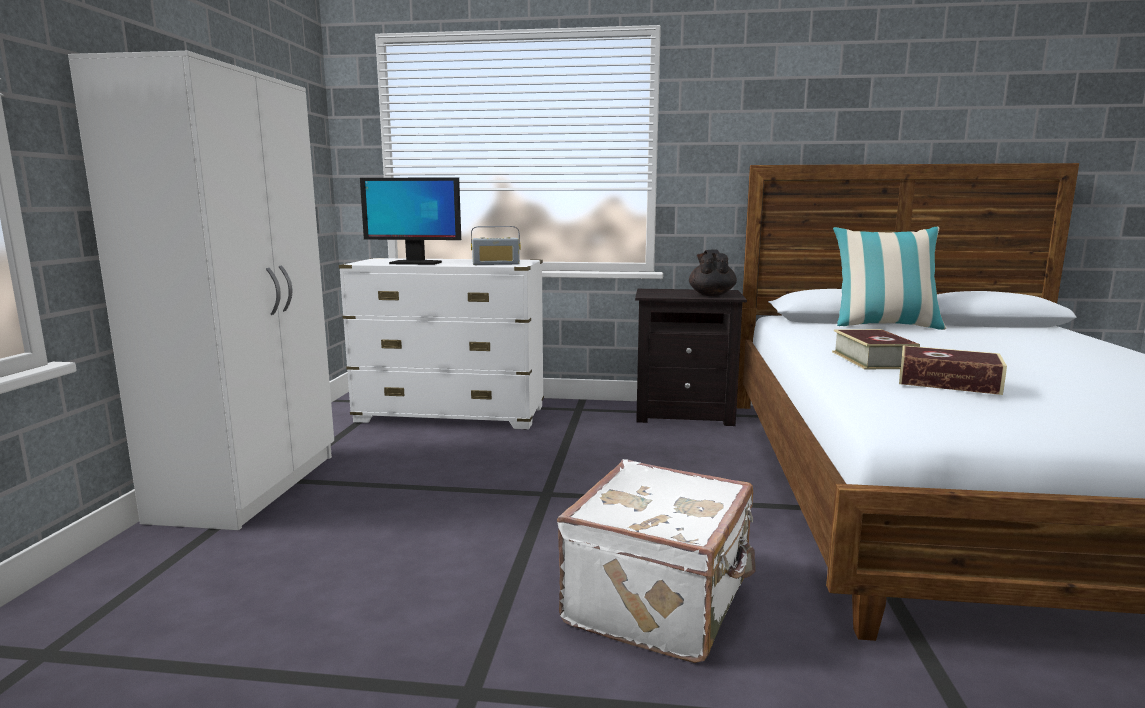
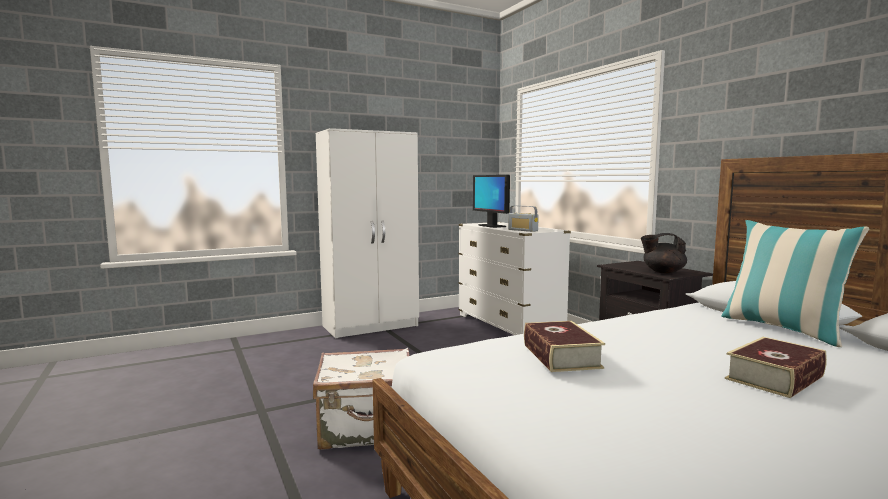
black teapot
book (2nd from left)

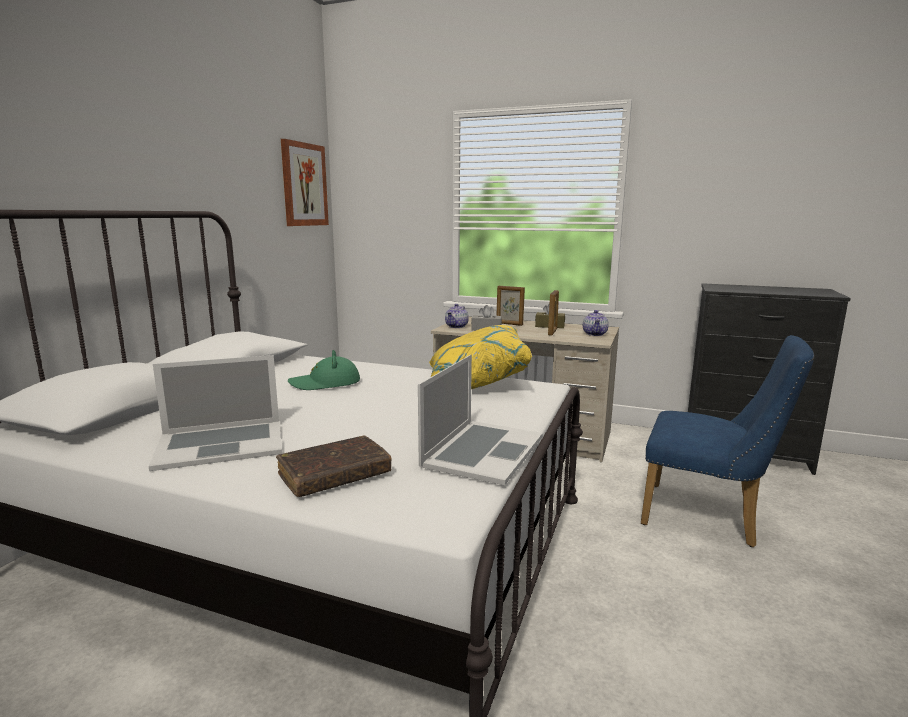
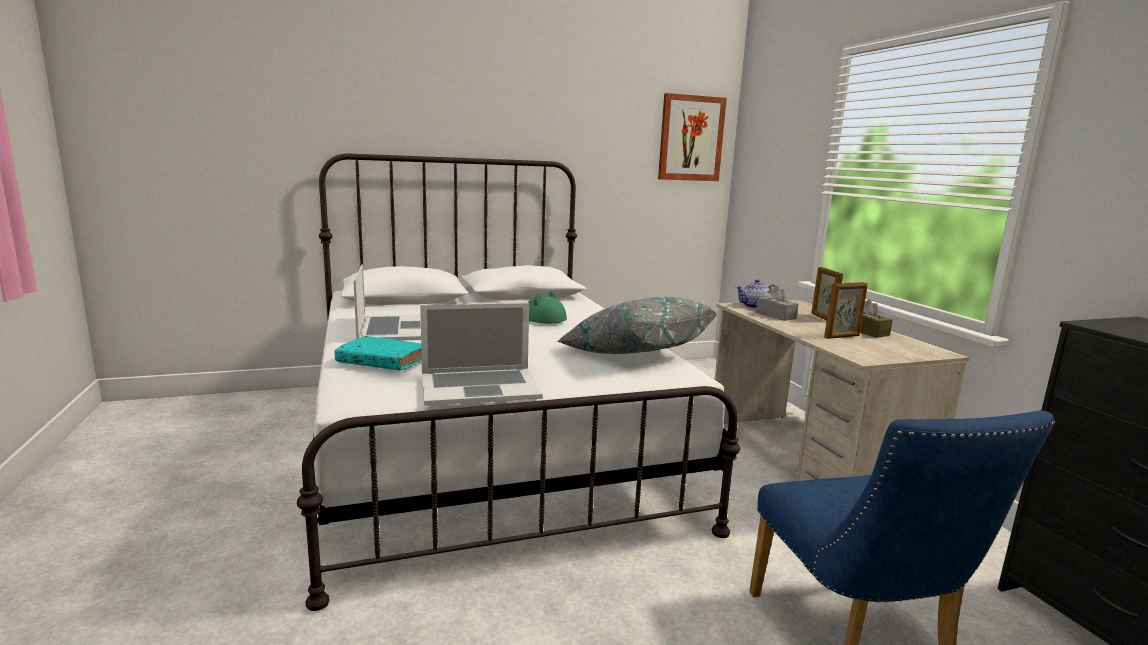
laptop (1st from left)
turquoise book
grey pillow
teapot (2nd from left in the first image)

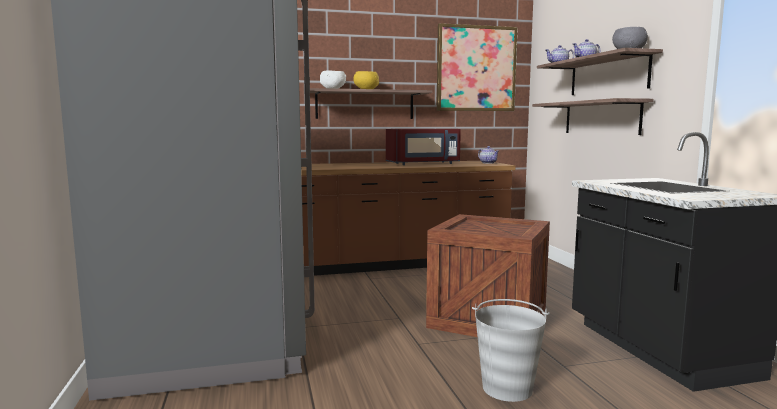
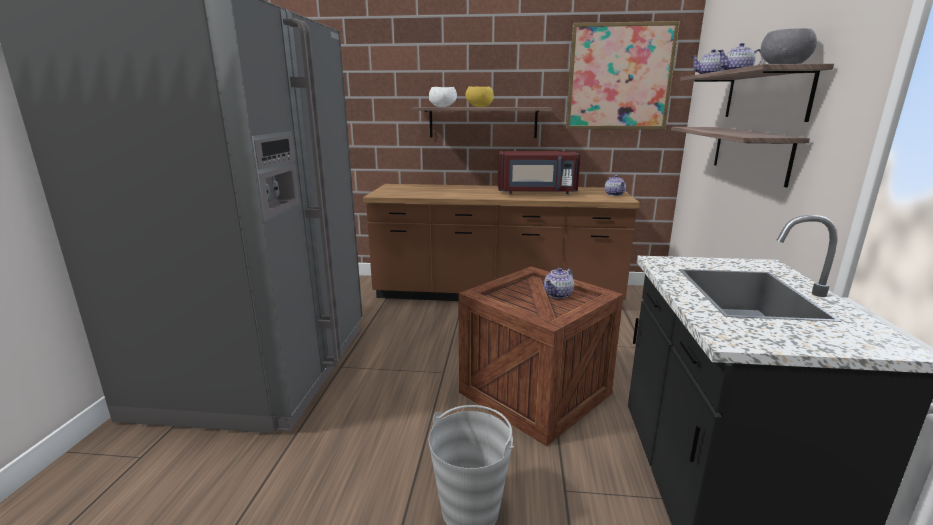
teapot (1st from left)

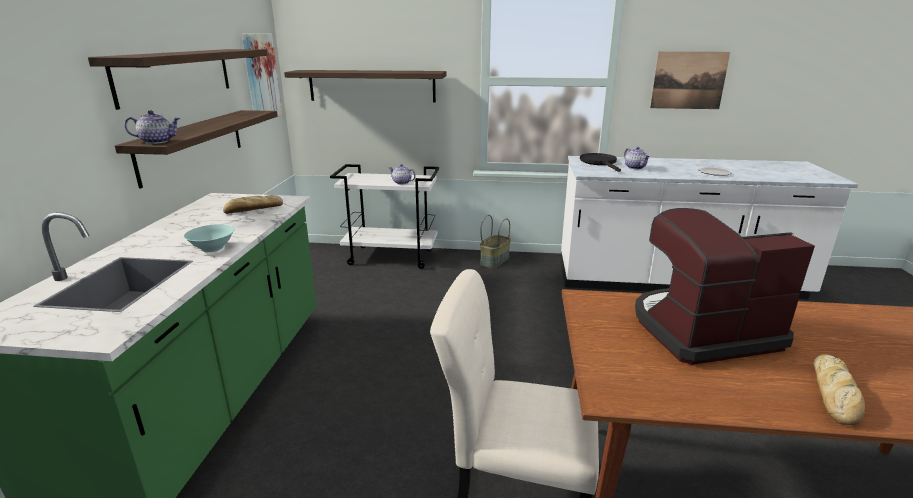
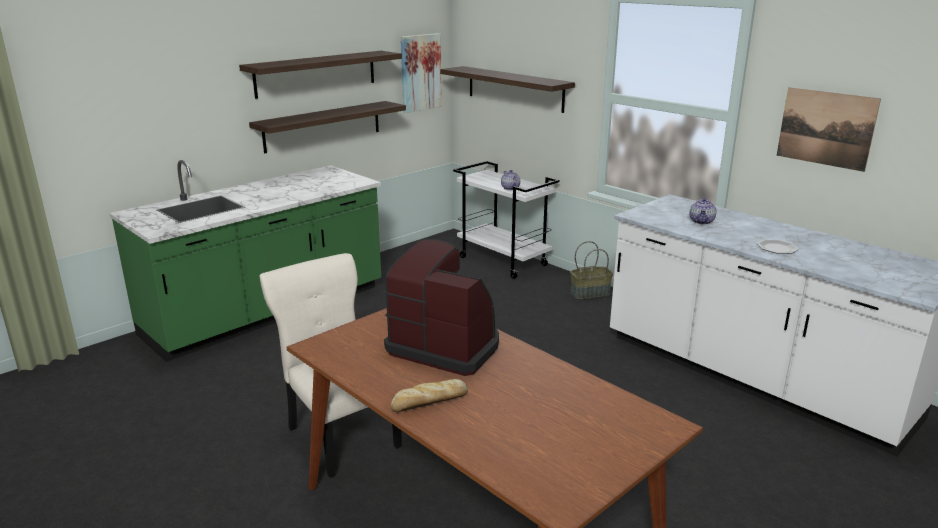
teapot (1st from left in the first image)
turquoise bowl
bread (1st from left in the first image)
black frying pan

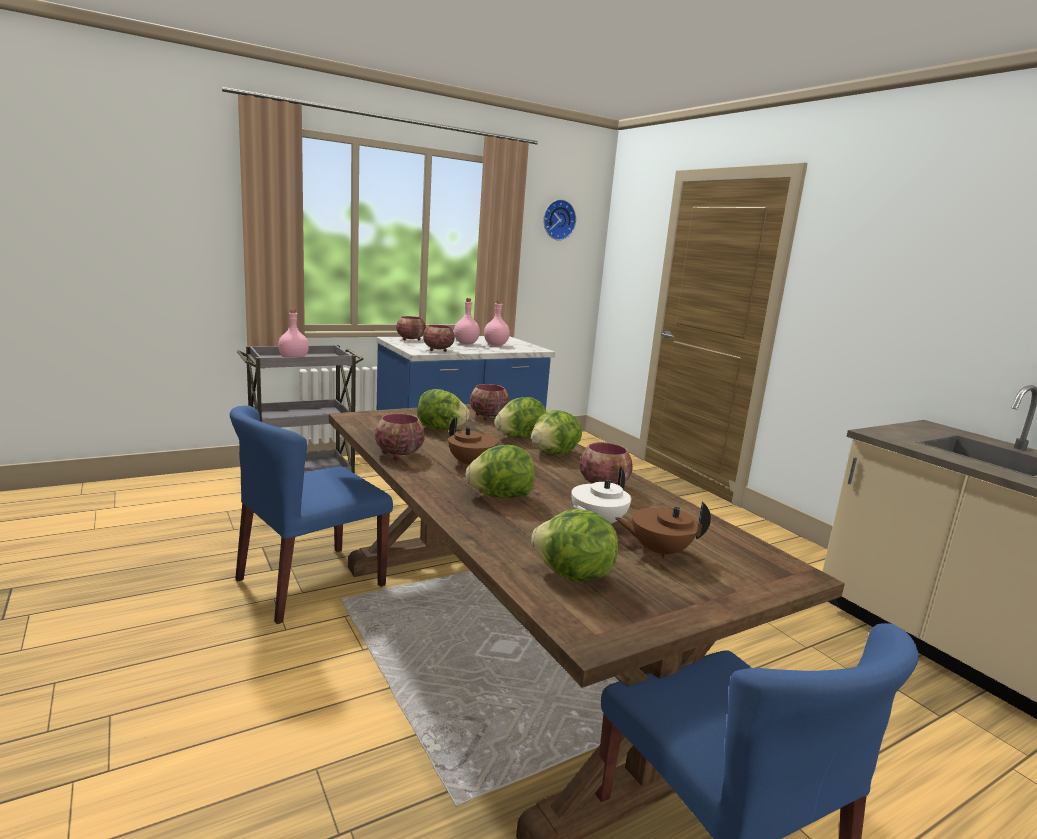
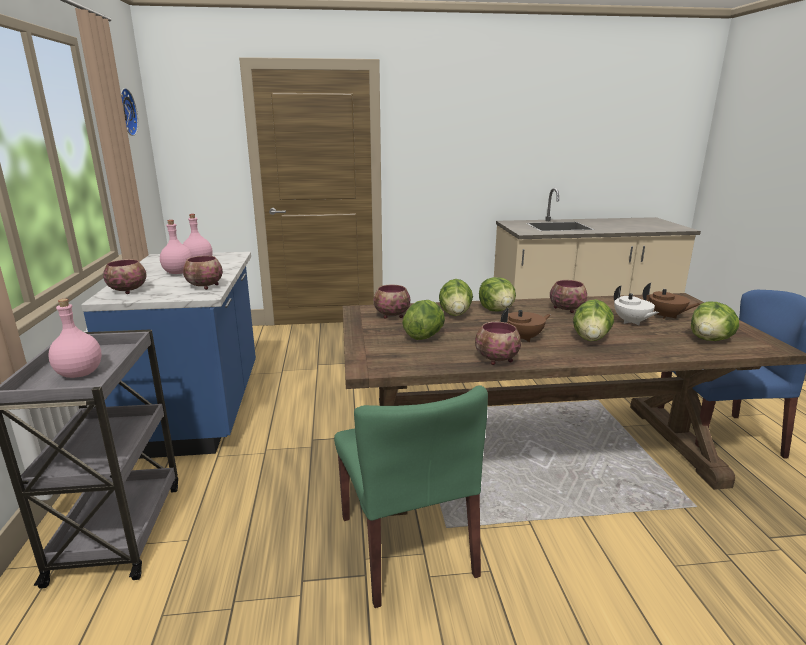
green chair
brown teapot (2nd from left)

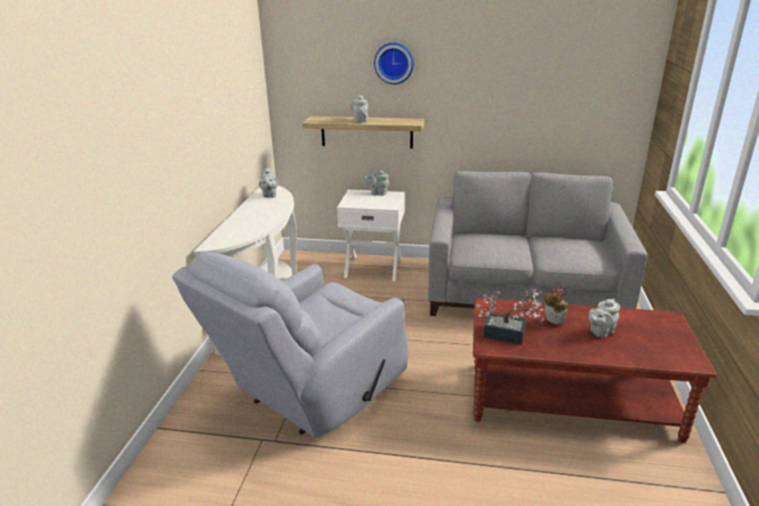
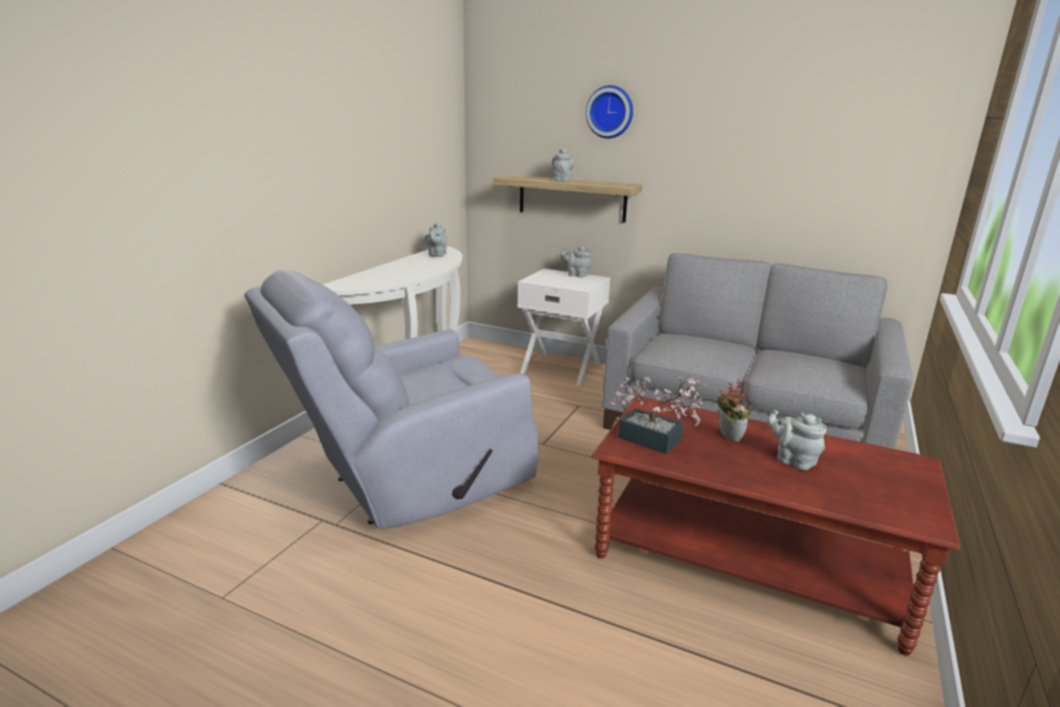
grey teapot (4th from left)

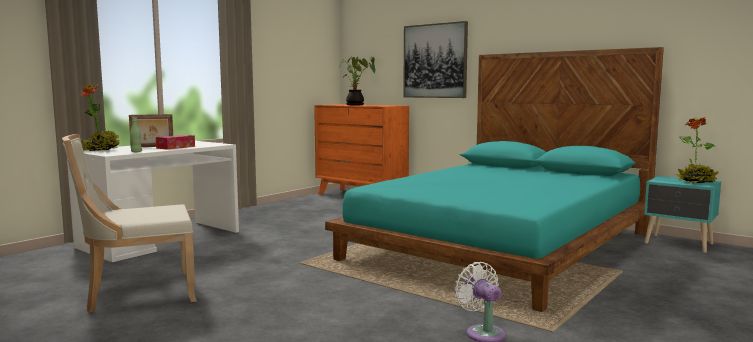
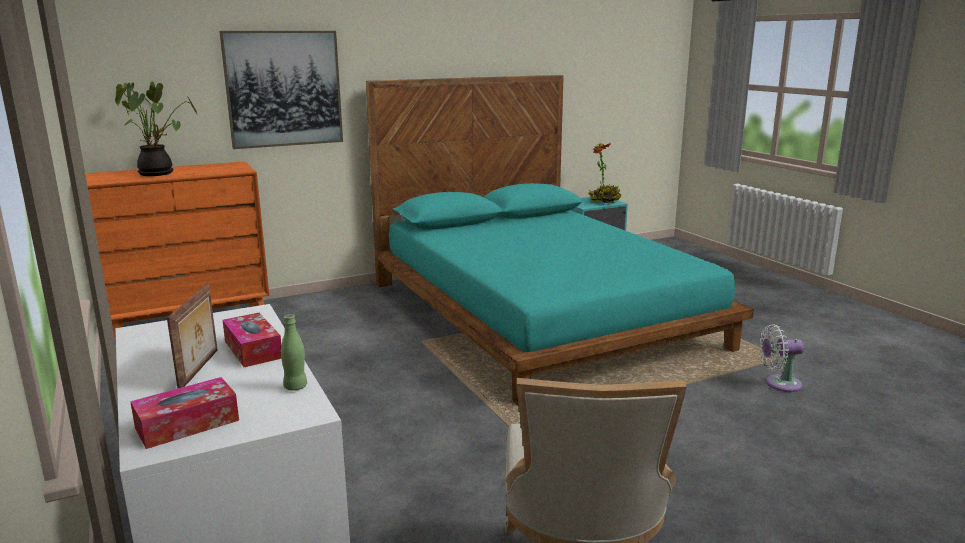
tissue box (1st from left)

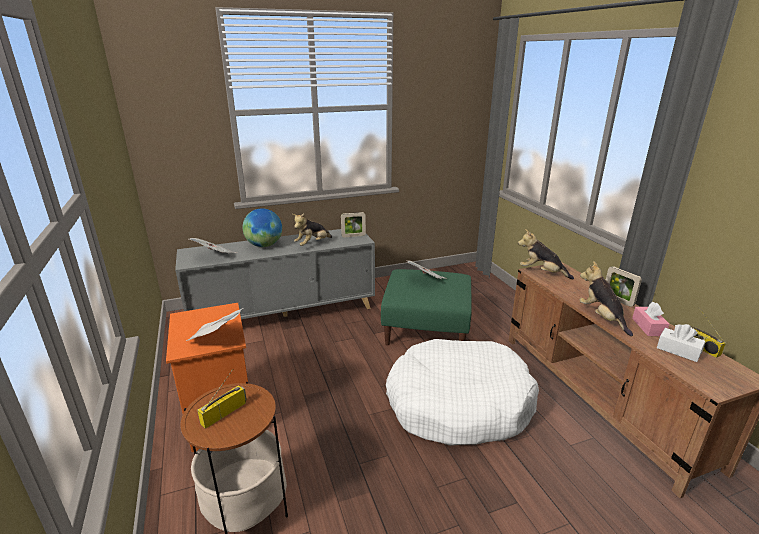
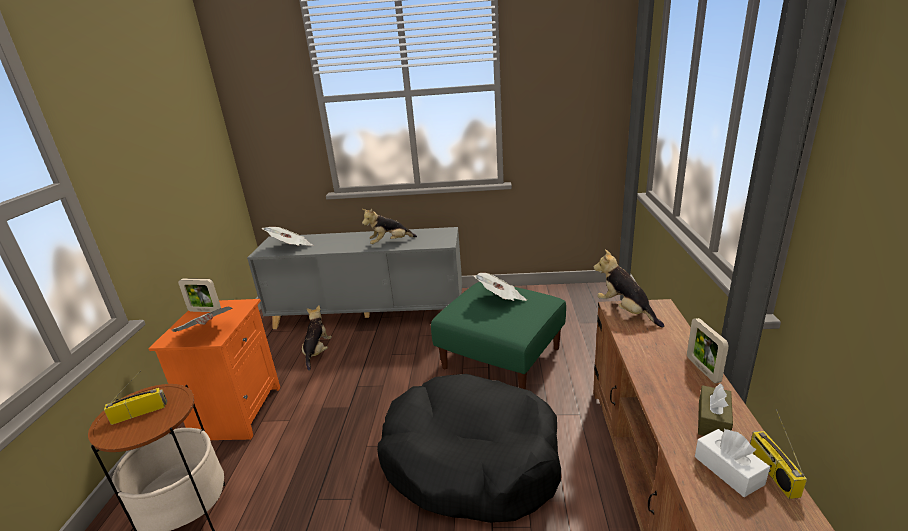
globe
picture frame (1st from left)
black dog bed
plush toy (1st from left)
brown tissue box

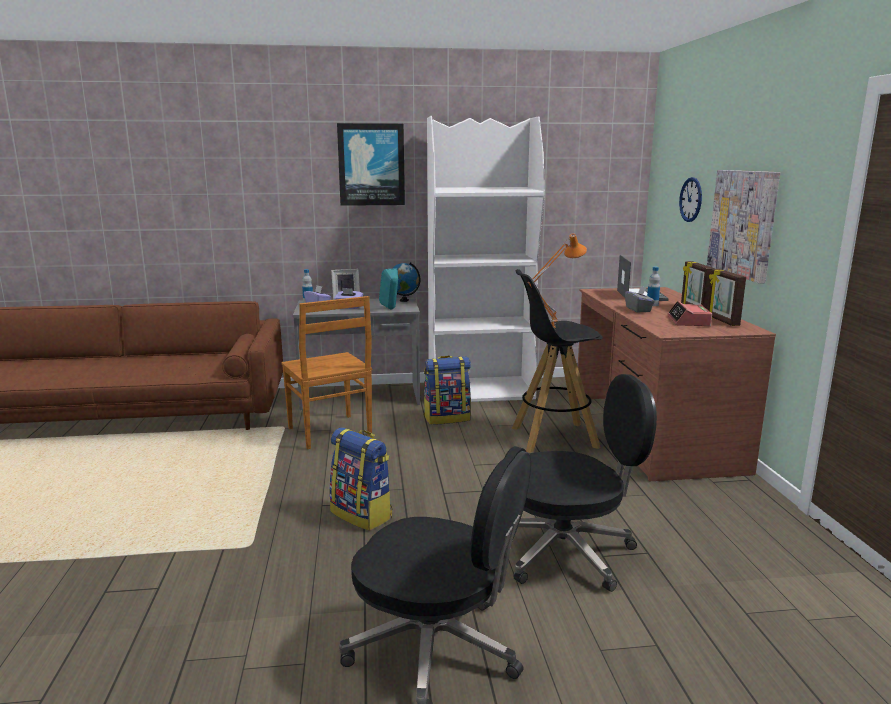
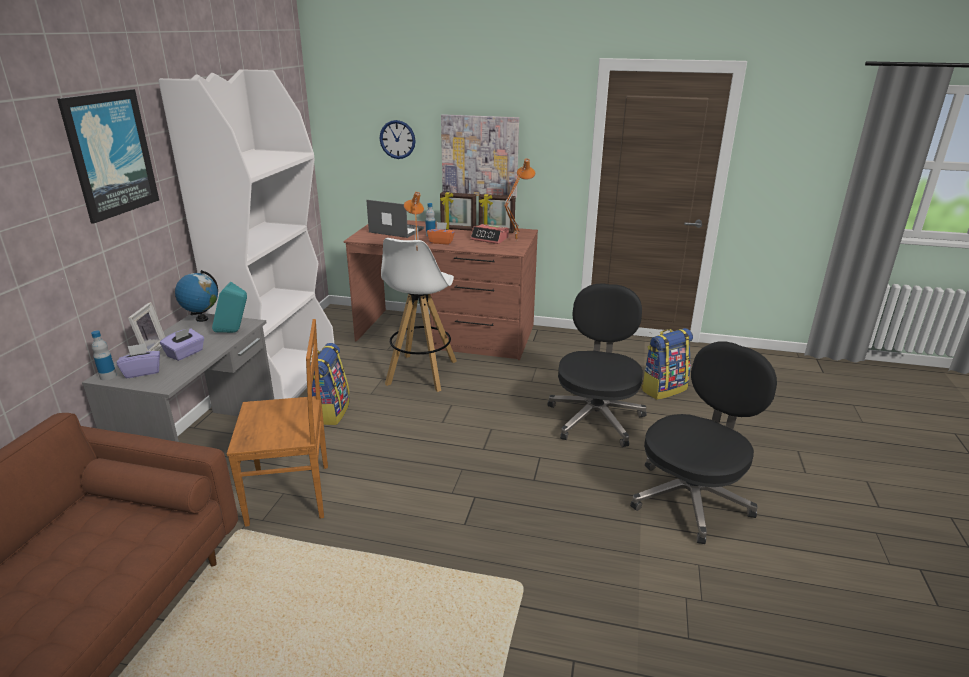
backpack (2nd from left)
white stool
orange tissue box
orange table lamp (2nd from left)

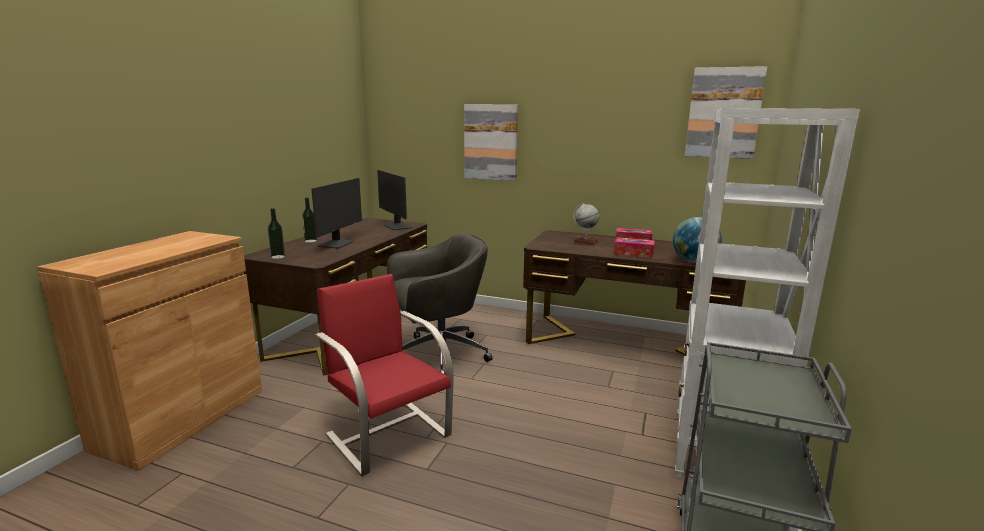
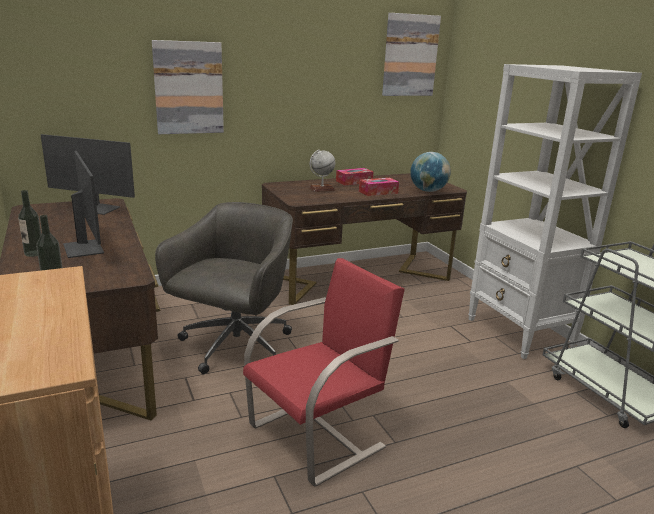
red chair

